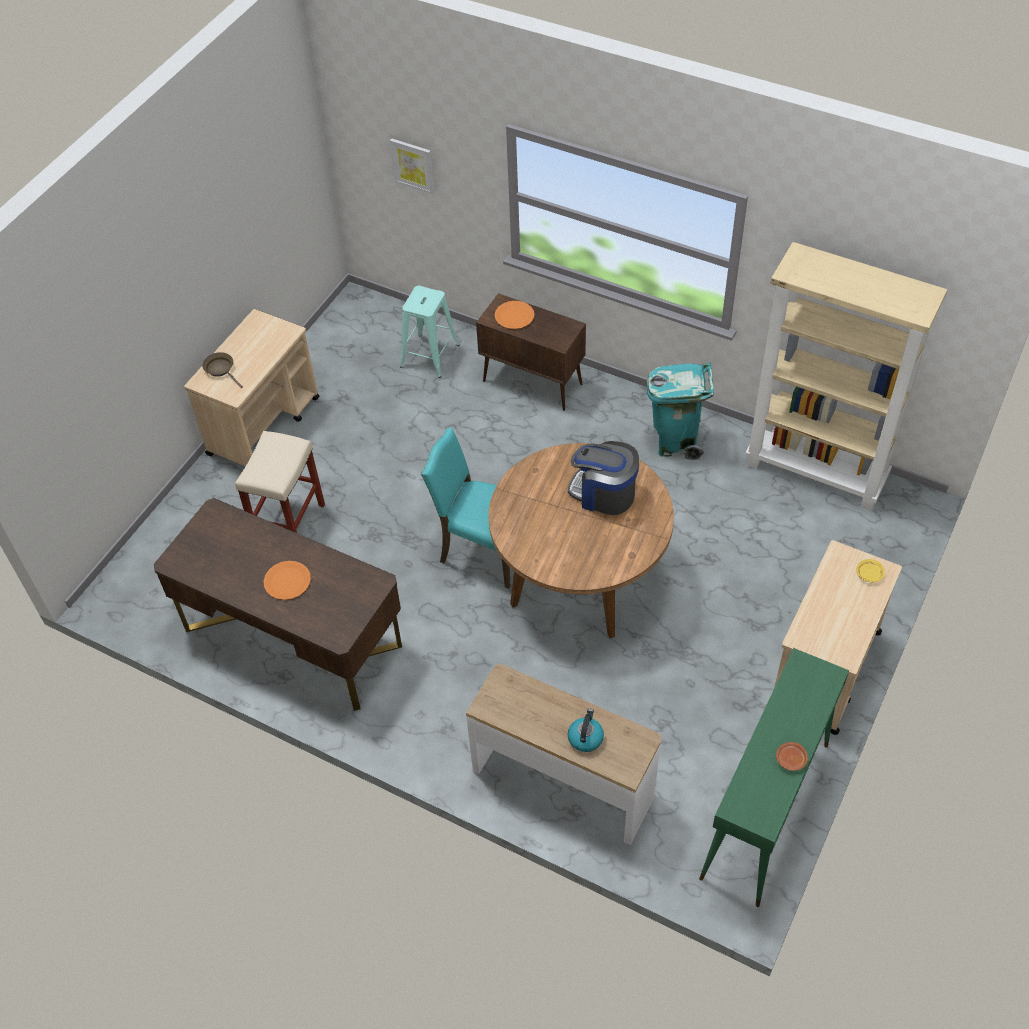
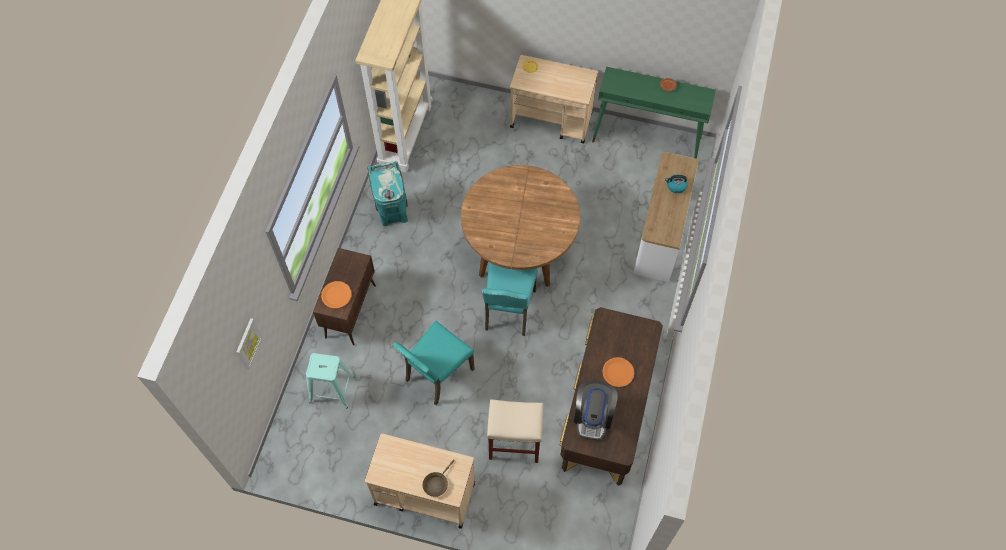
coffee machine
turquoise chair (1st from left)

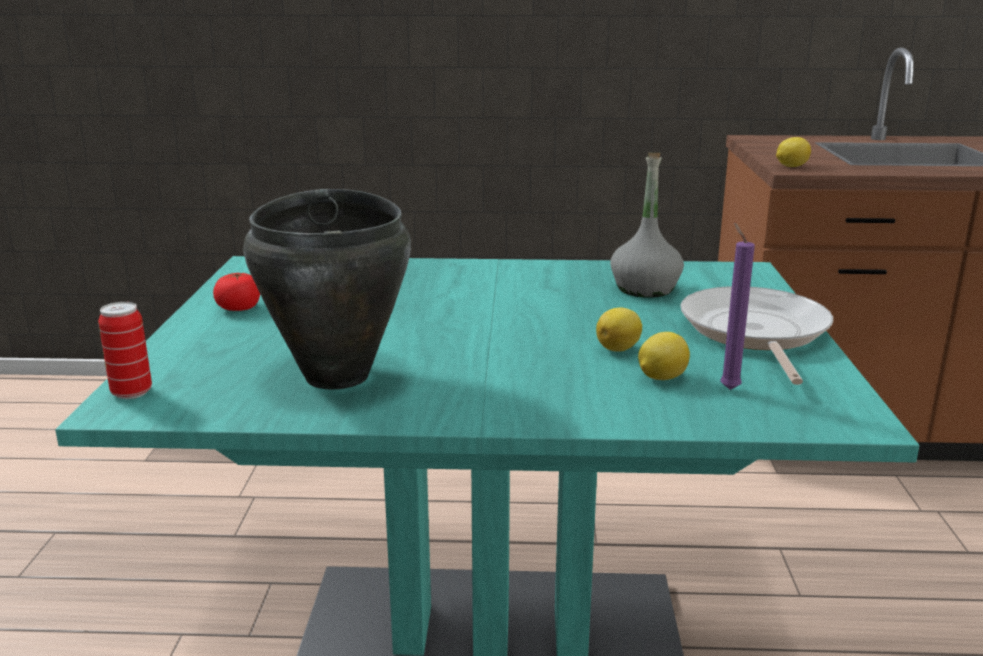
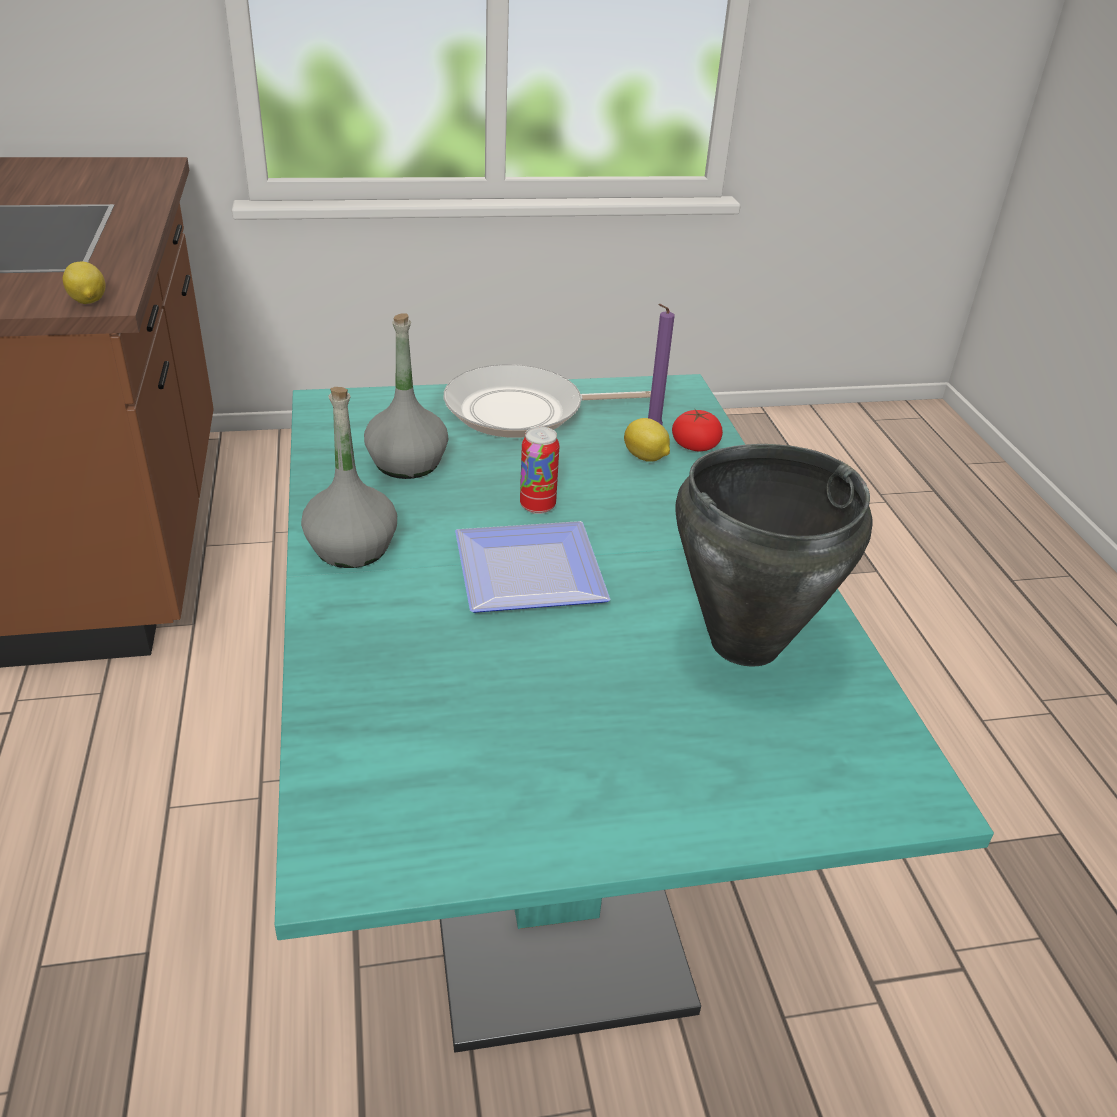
can
tomato
lemon (1st from left in the first image)
grey bottle (1st from left)
plate

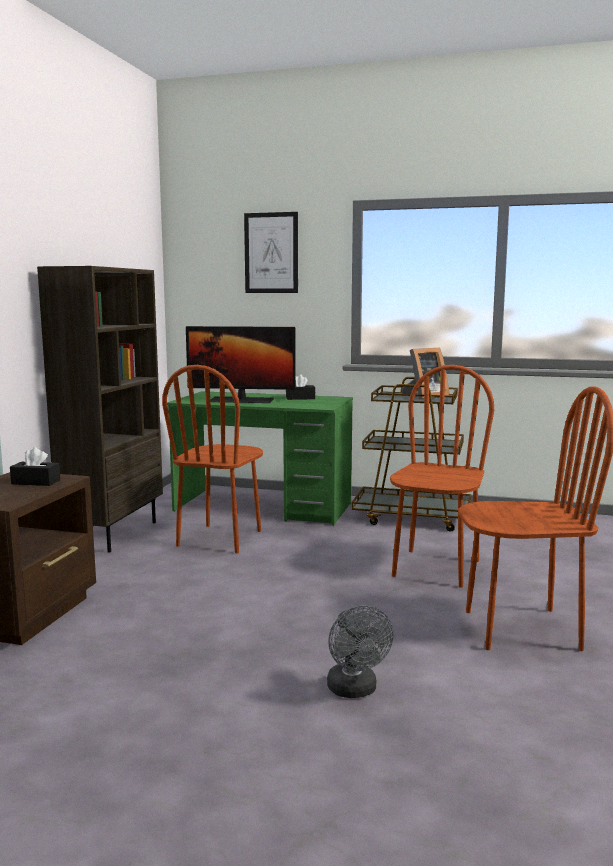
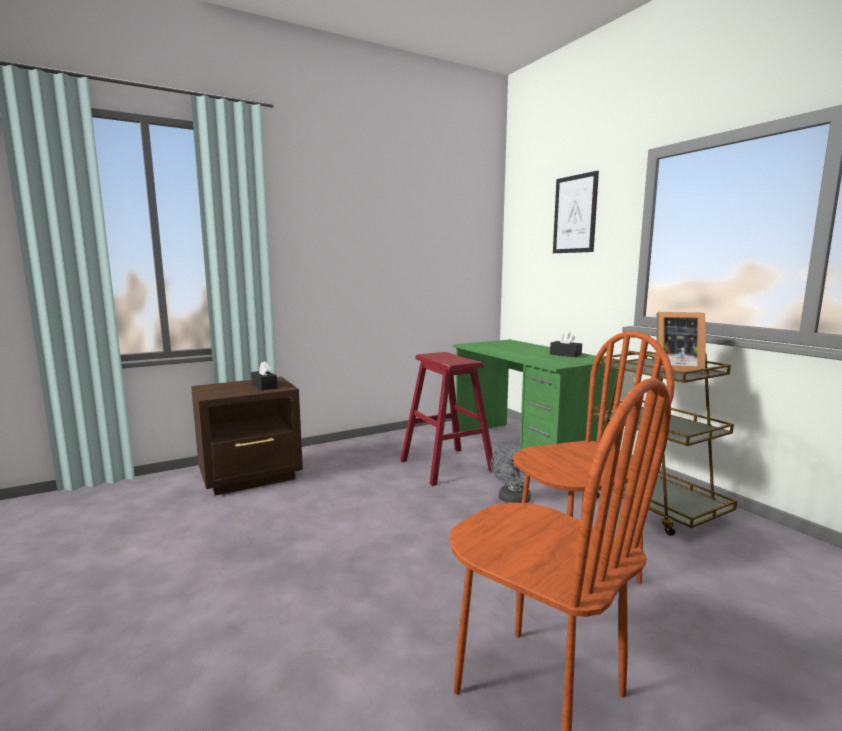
brown bookcase
red stool
monitor
grey fan

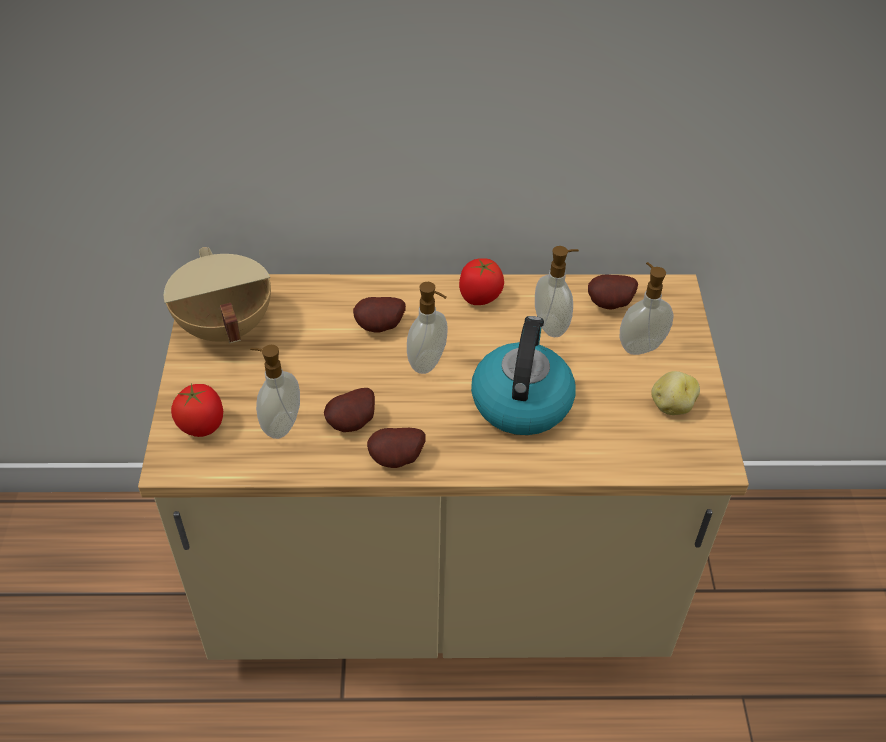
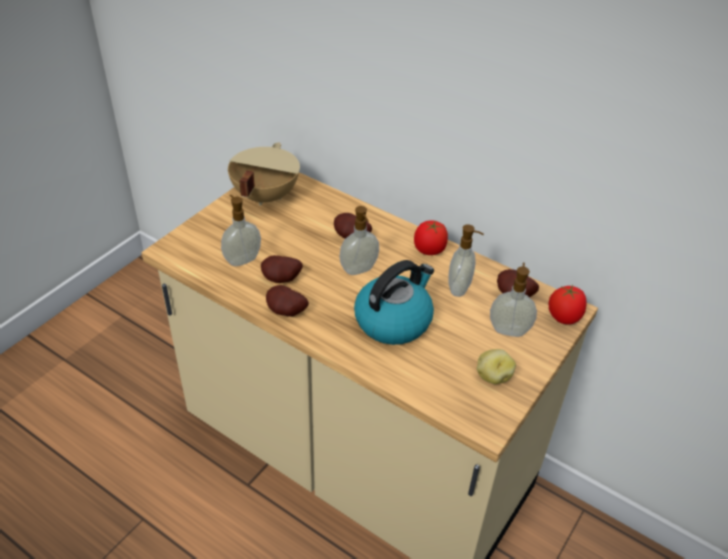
tomato (2nd from left)

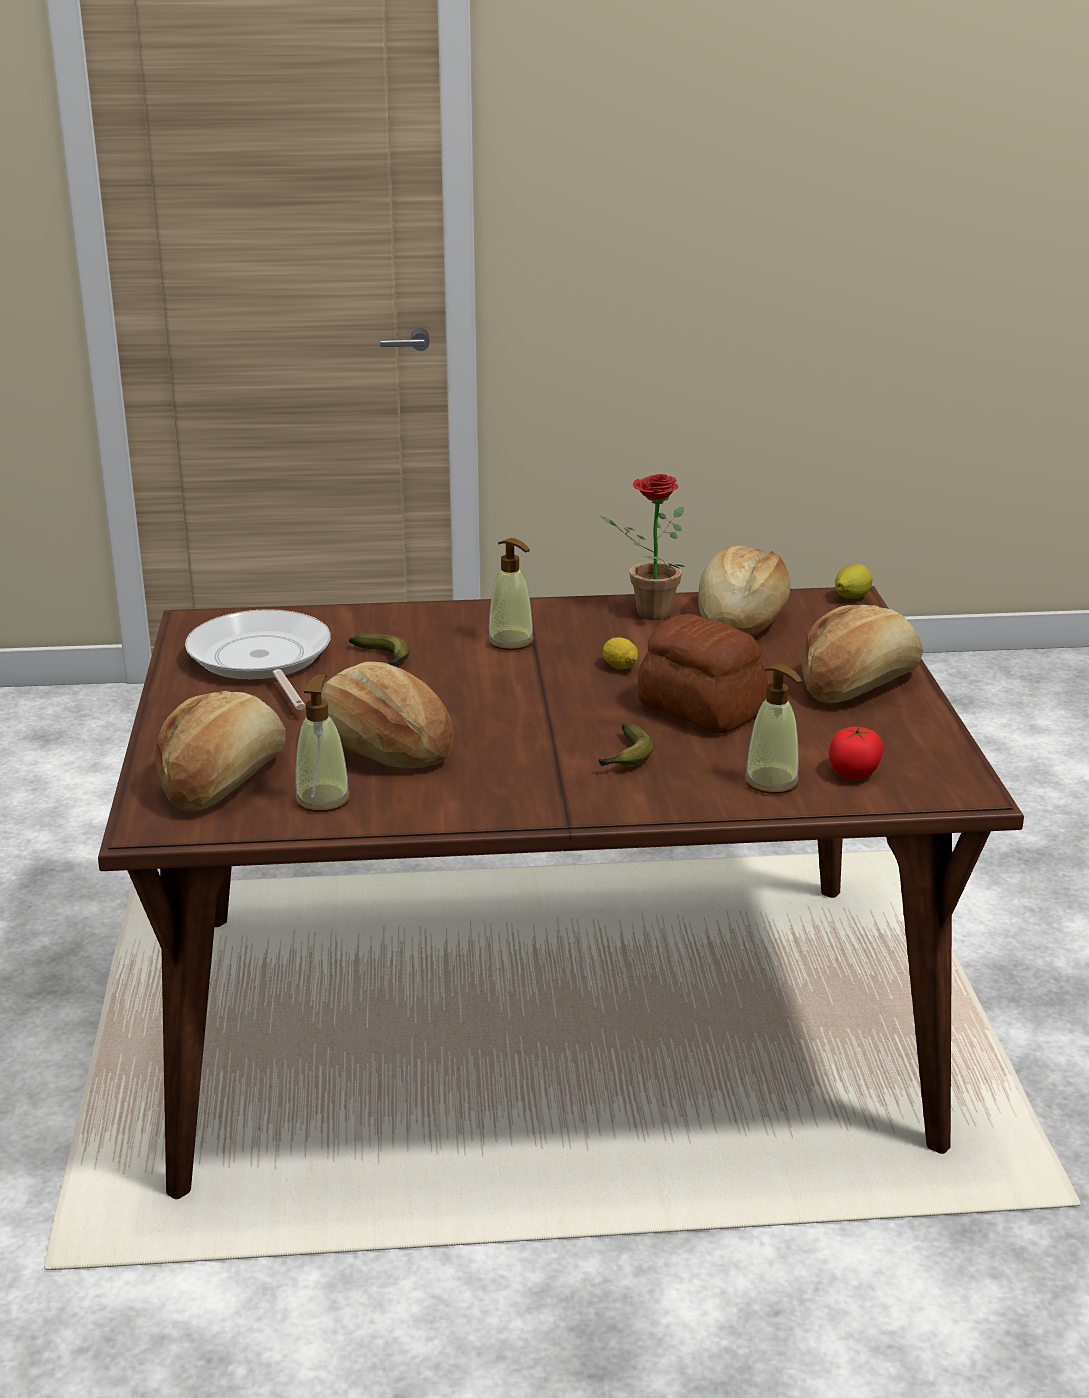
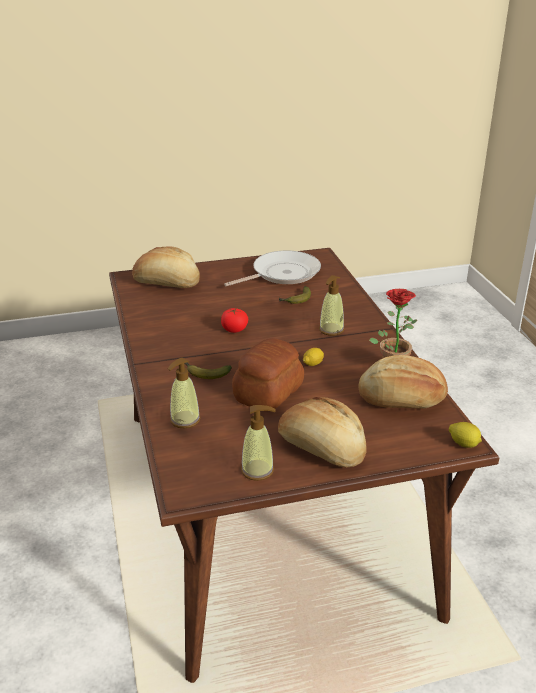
soap dispenser (2nd from left)
bread (2nd from left in the first image)
tomato

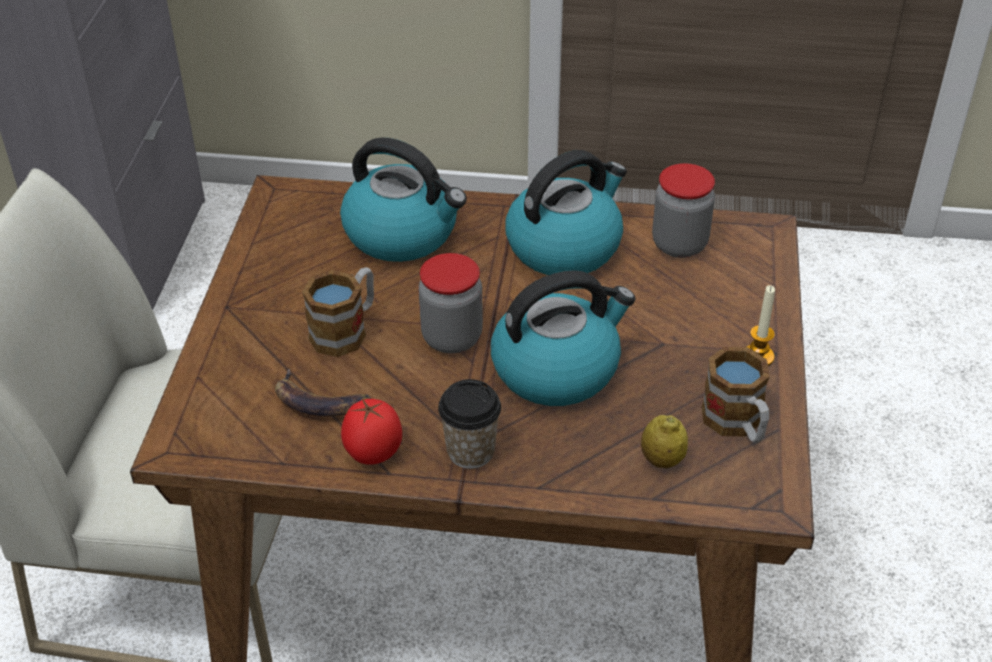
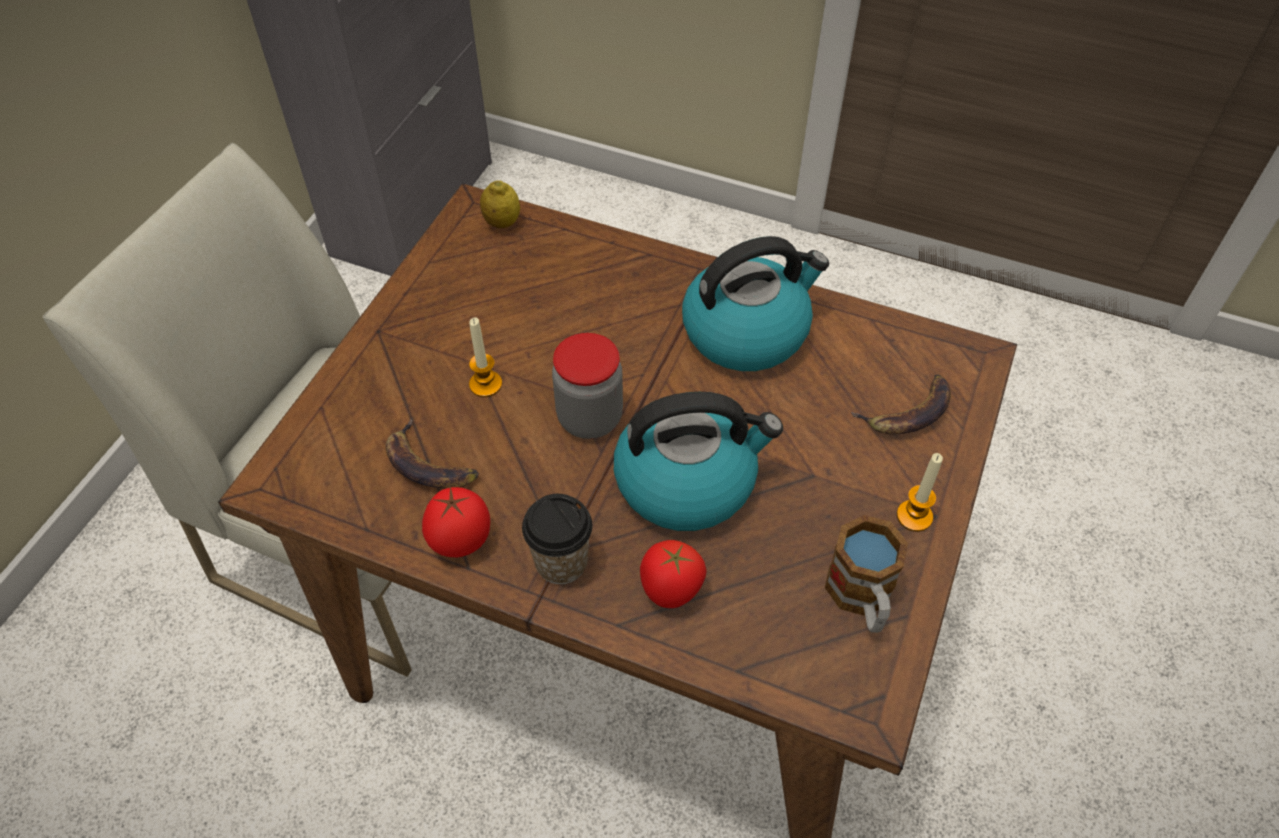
candle (1st from left)
kettle (1st from left in the first image)
lemon
jar (2nd from left in the first image)
tomato (2nd from left)
banana (2nd from left)

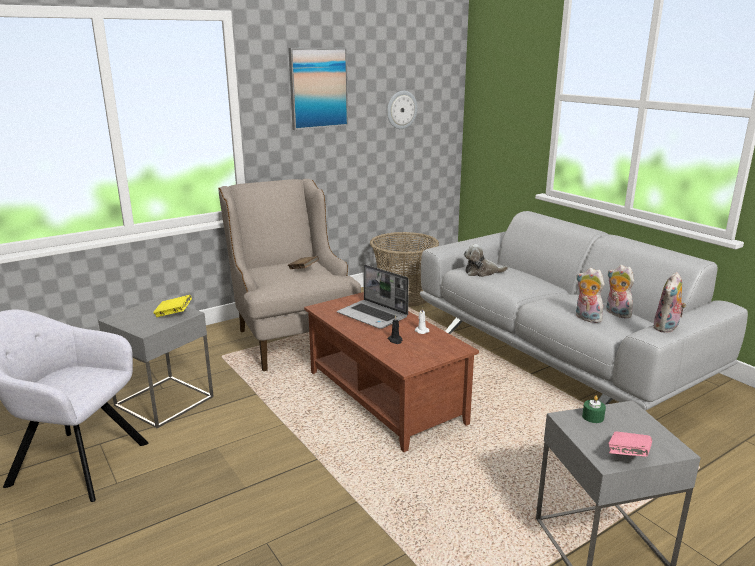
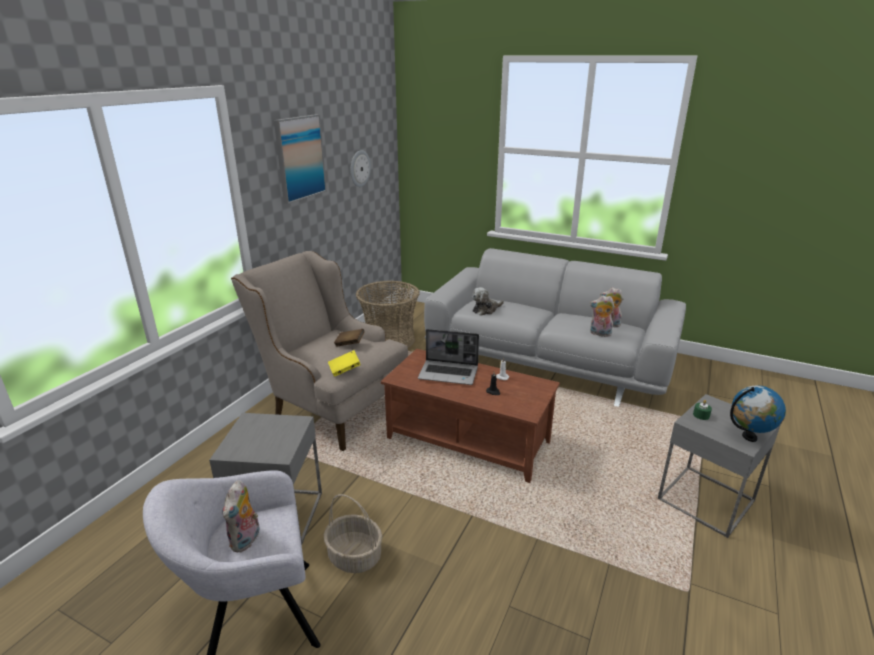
yellow book
globe
plush toy (1st from left)
basket (1st from left)

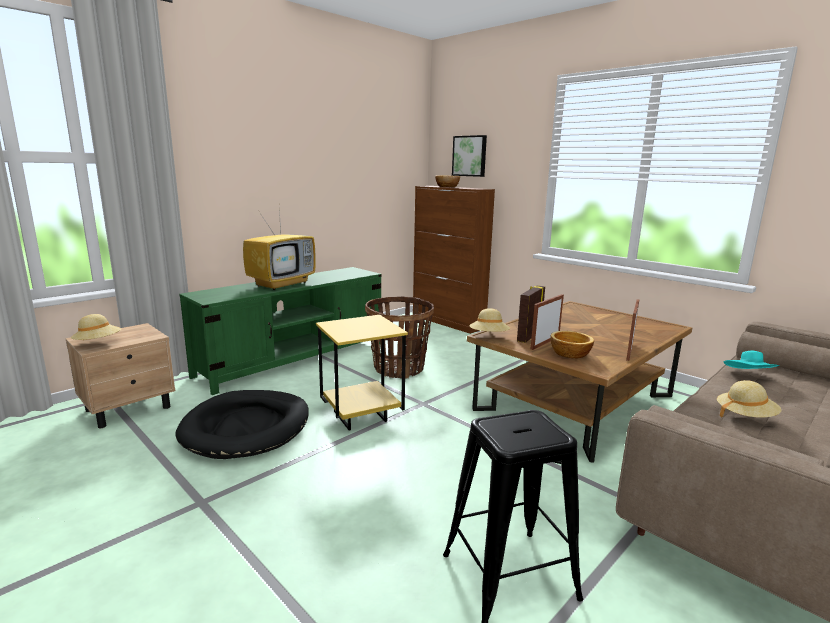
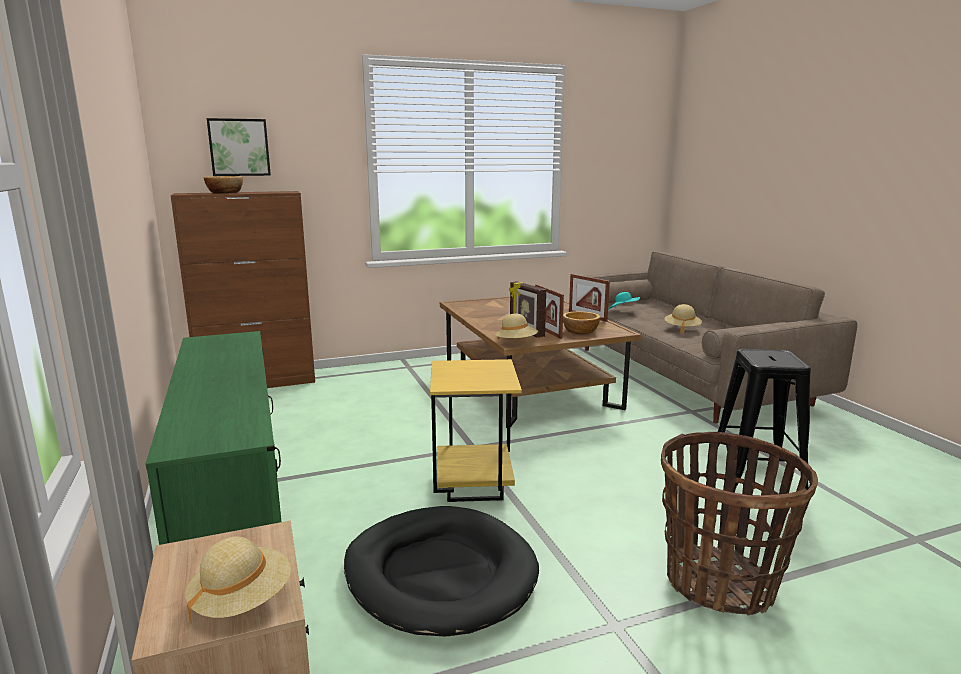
television
basket

